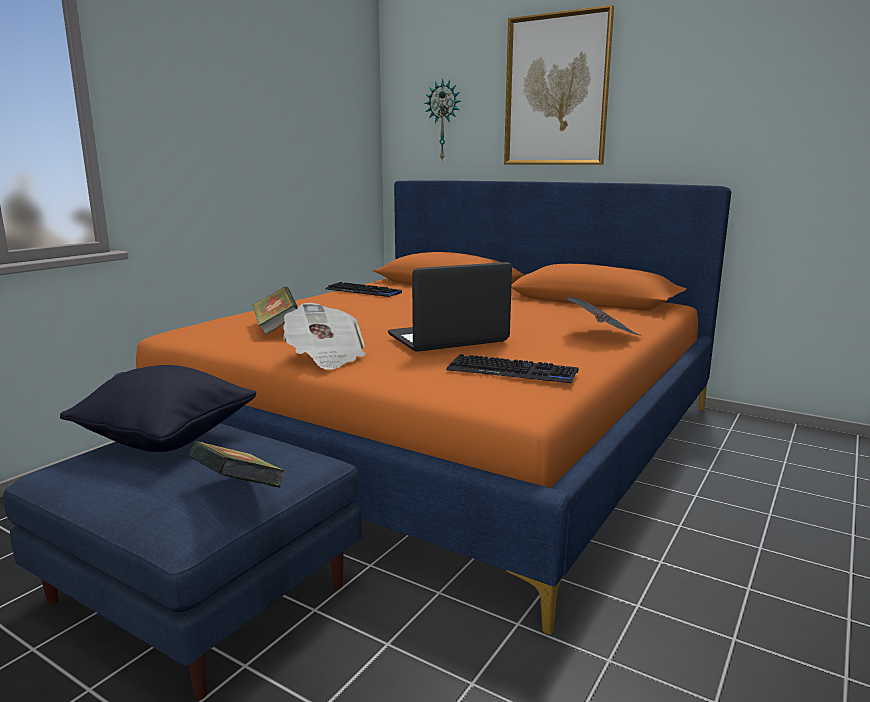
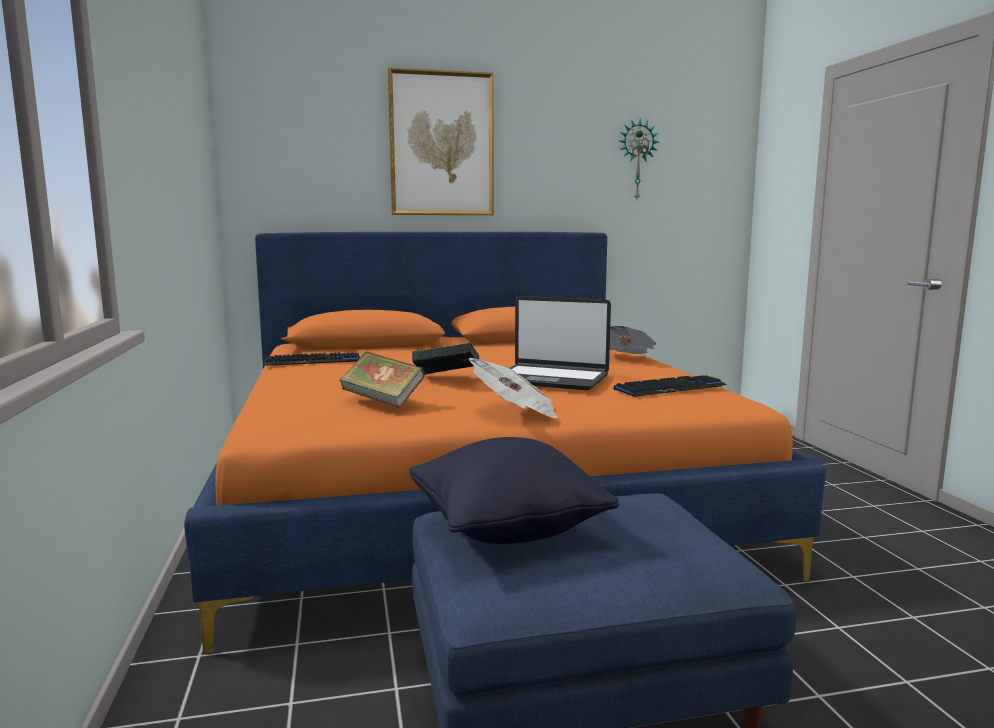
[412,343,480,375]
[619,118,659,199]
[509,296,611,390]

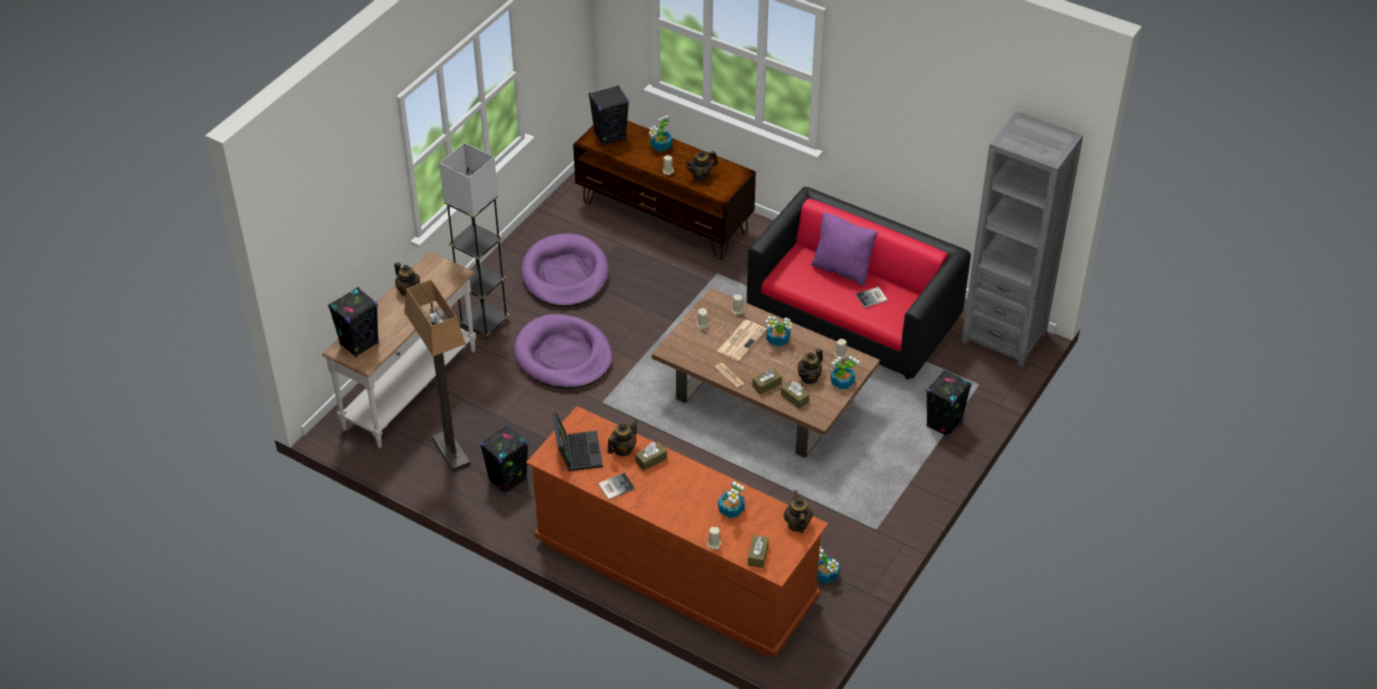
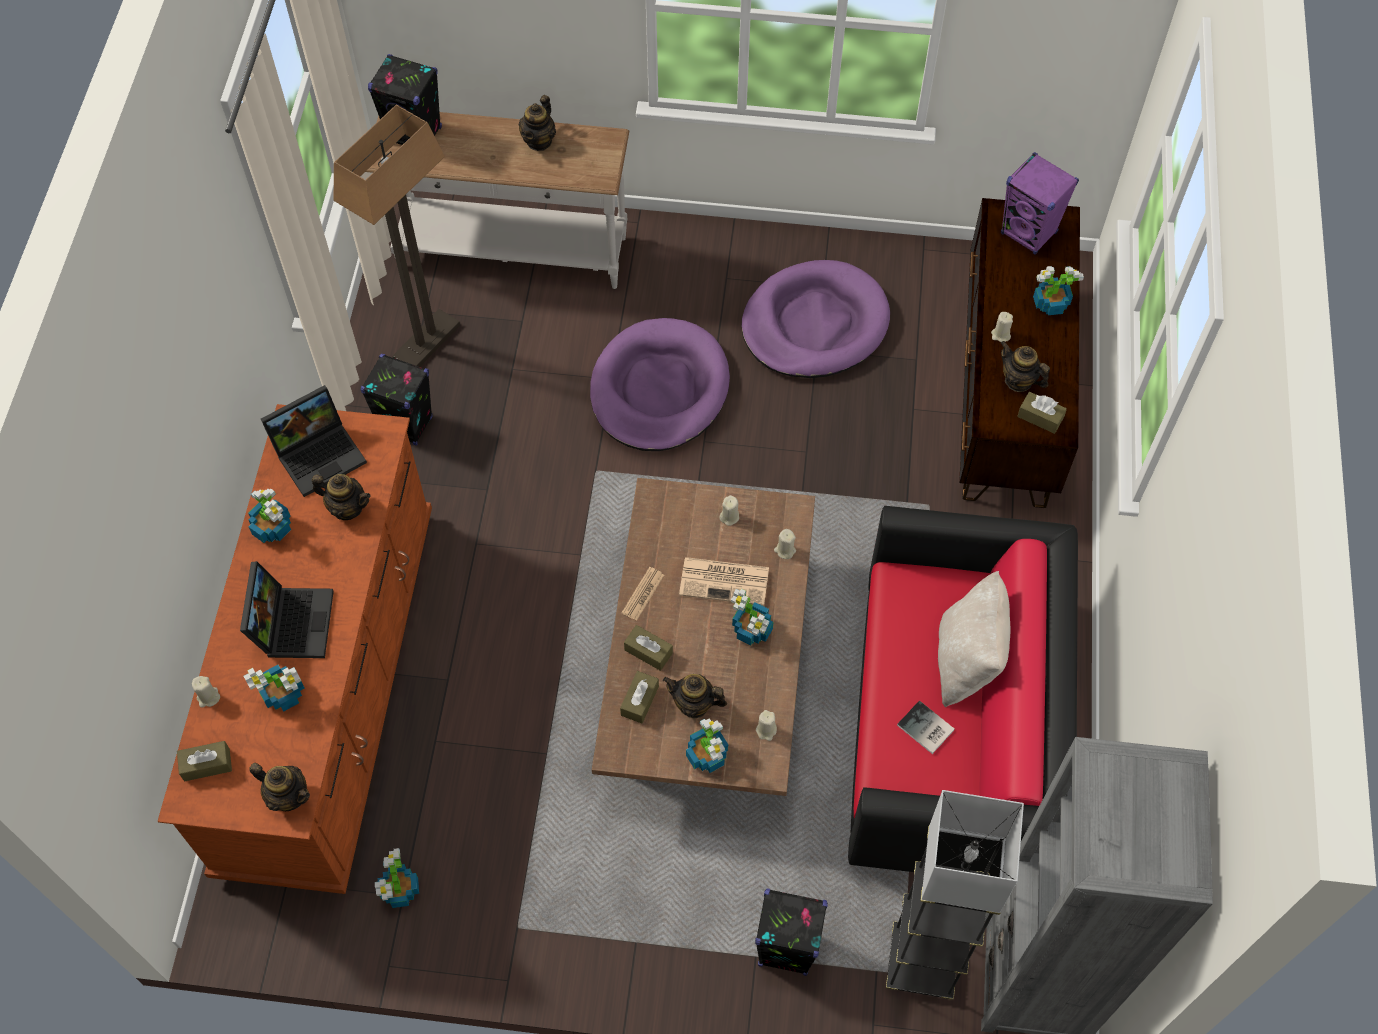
[240,561,334,658]
[886,790,1024,1000]
[1017,392,1067,434]
[248,489,291,543]
[1001,152,1079,255]
[938,571,1010,707]
[249,763,310,811]

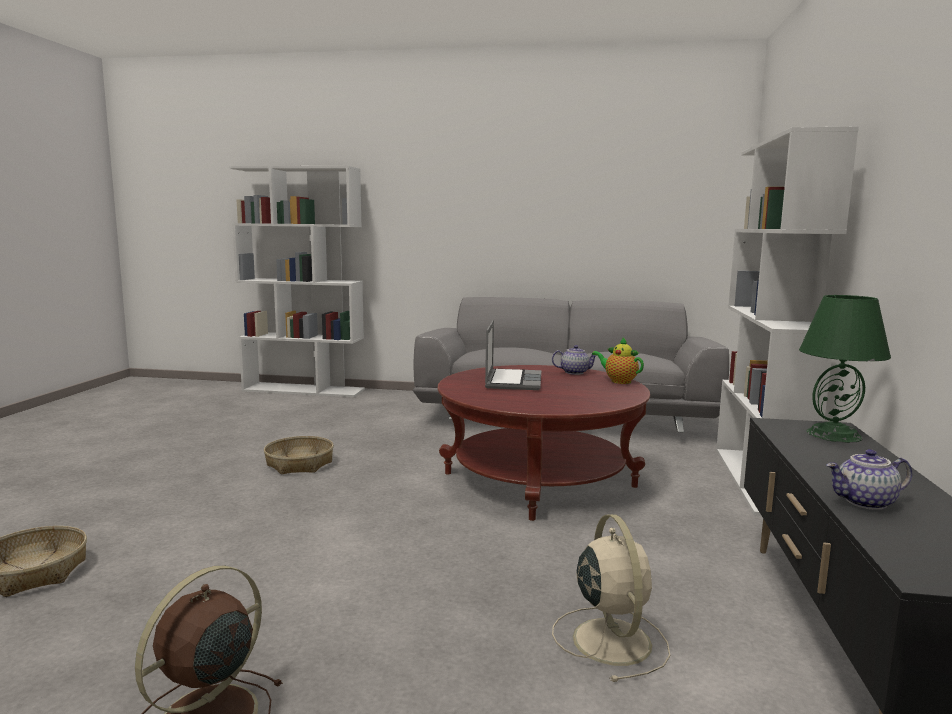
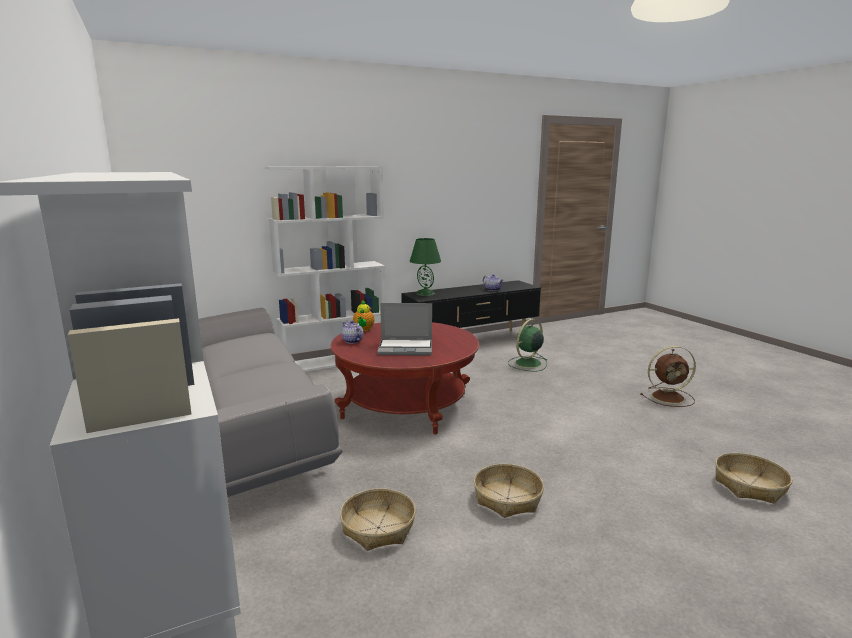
[340,488,416,551]
[508,319,547,372]
[377,303,432,356]

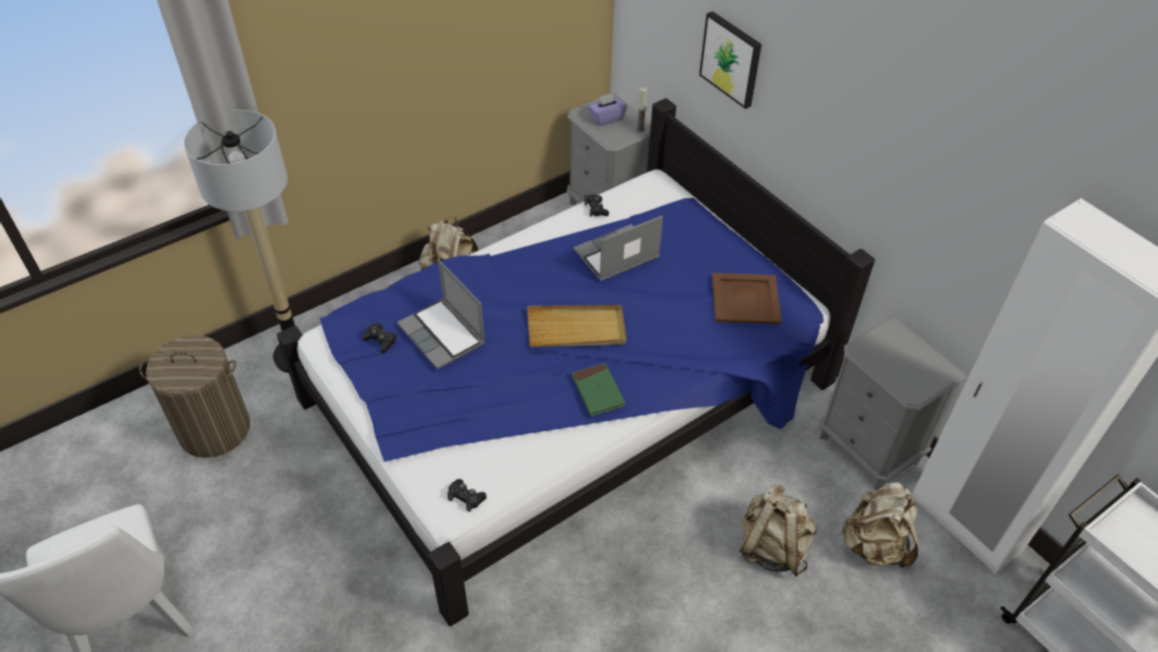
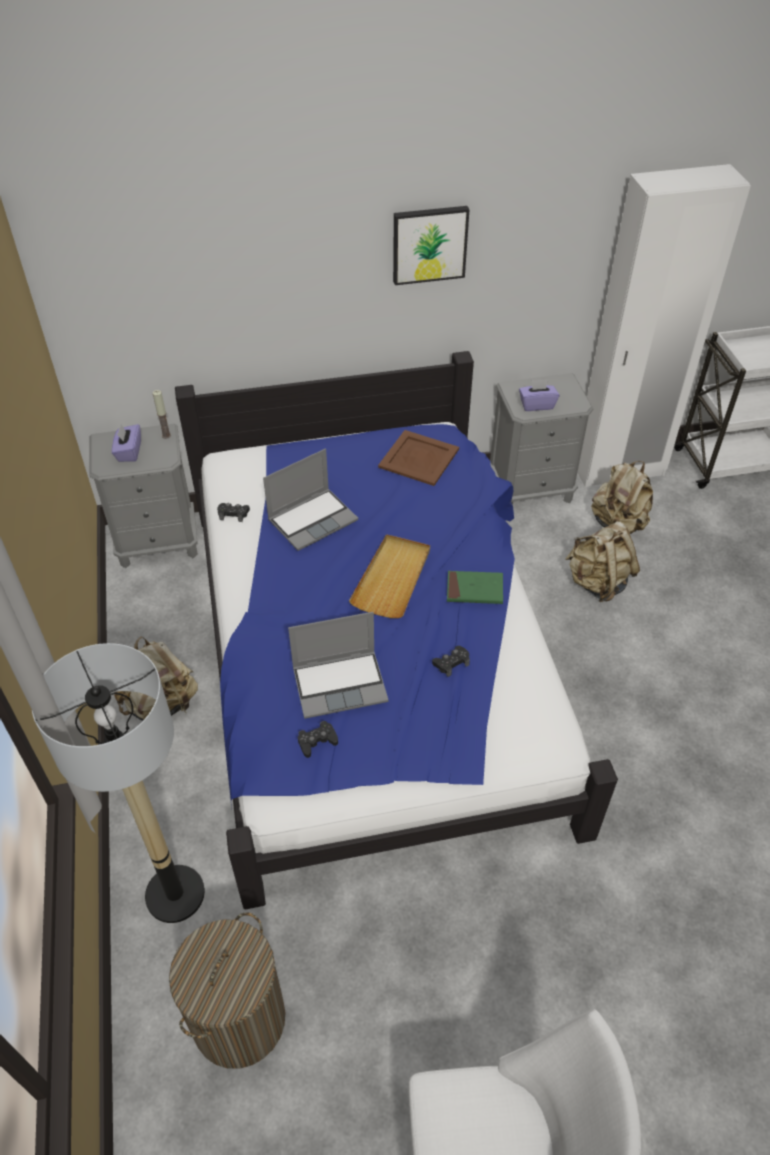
[519,379,559,411]
[432,646,470,677]
[393,206,470,285]
[263,449,358,551]

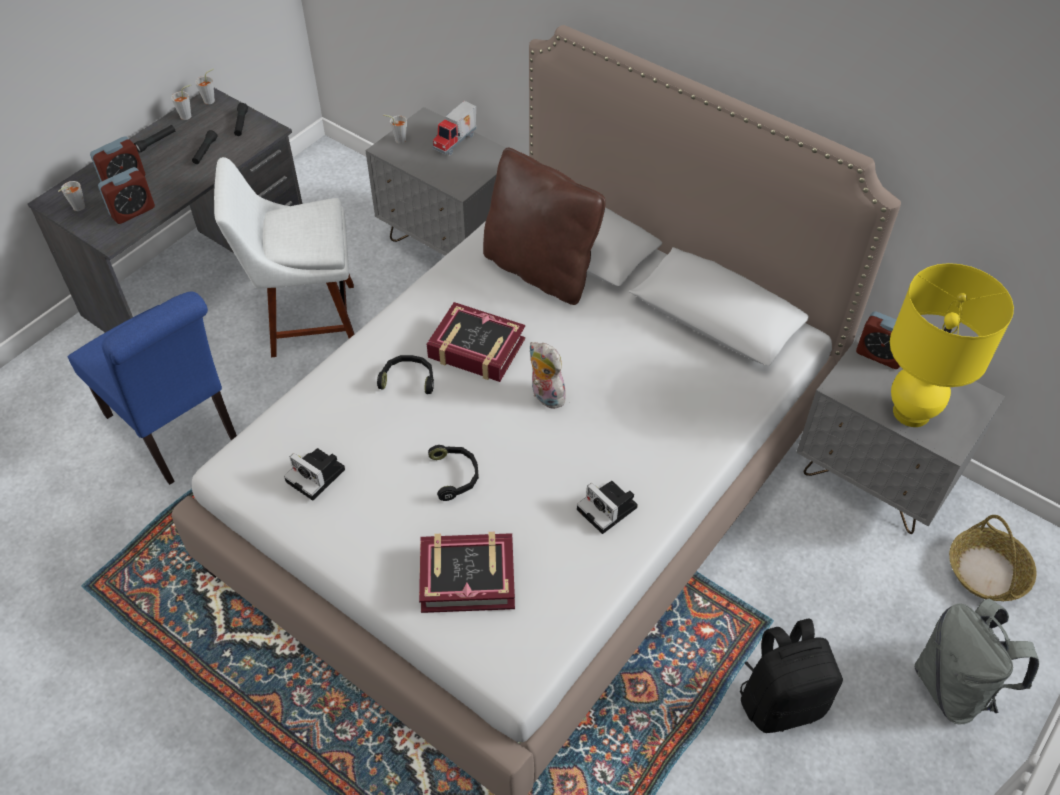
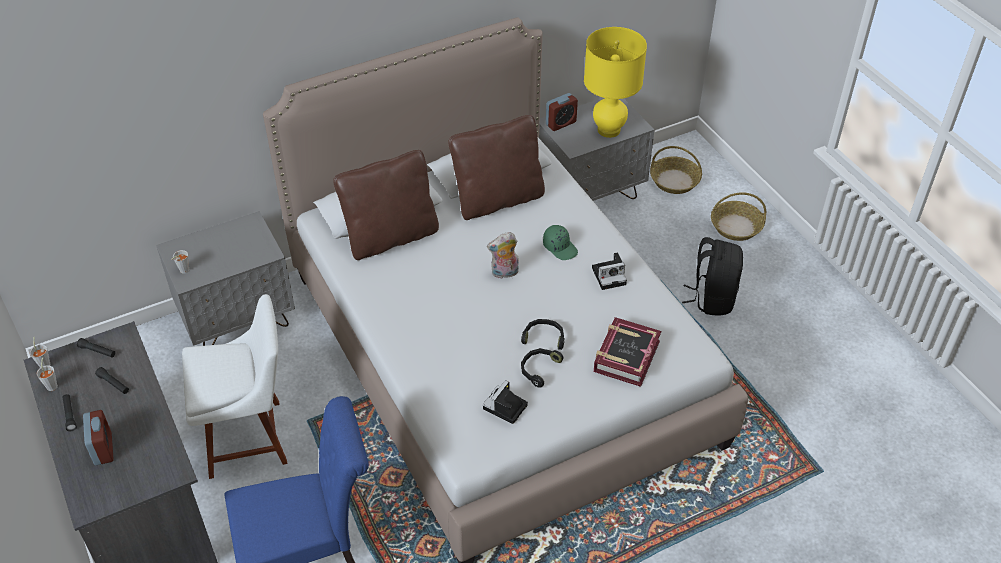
[58,181,85,211] (first image)
[98,167,155,224] (first image)
[427,302,525,382] (first image)
[433,101,477,155] (first image)
[449,115,545,220]
[543,225,578,260]
[521,348,564,388]
[711,192,766,241]
[182,294,287,479]
[483,380,528,424]

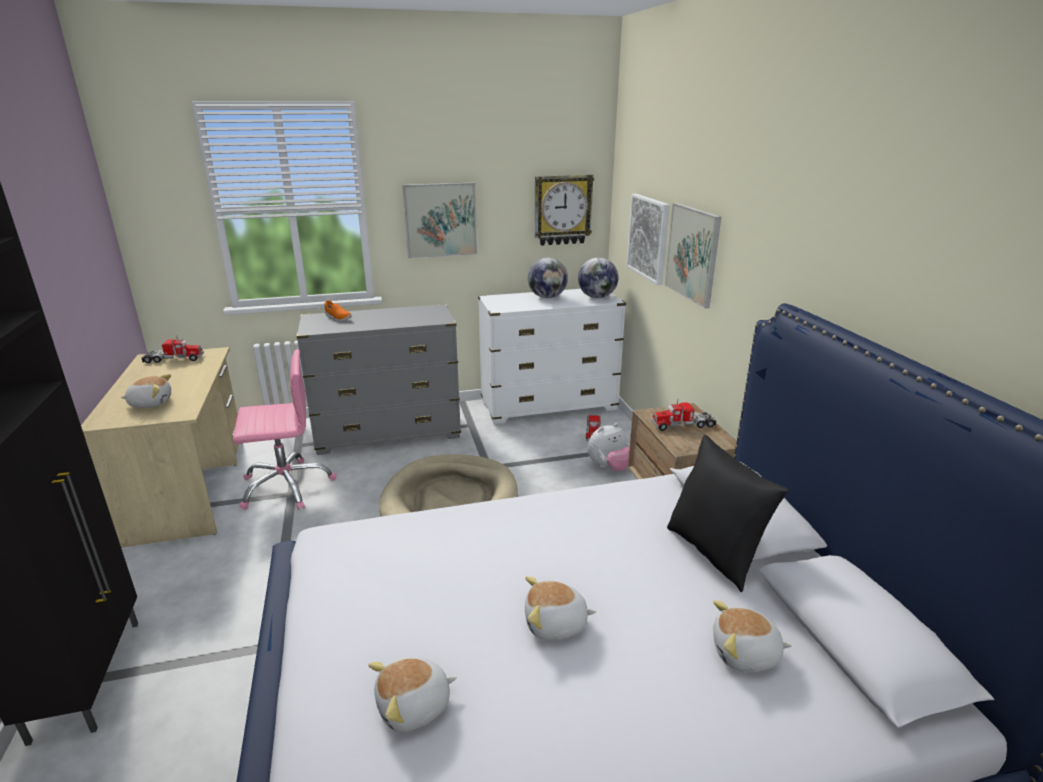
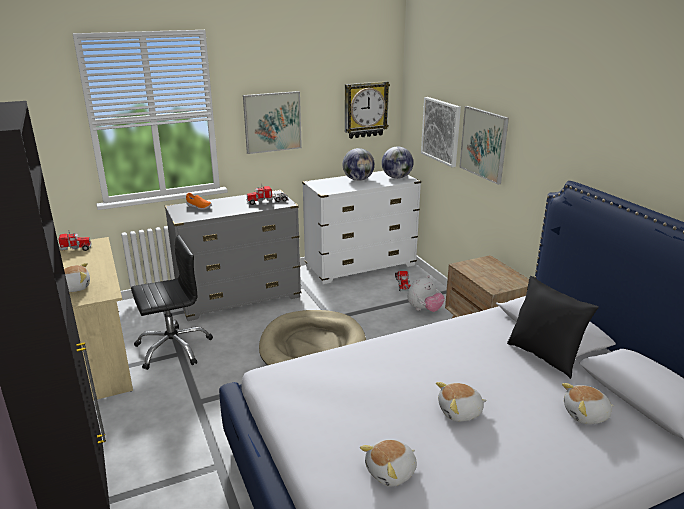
[246,184,288,205]
[131,235,213,370]

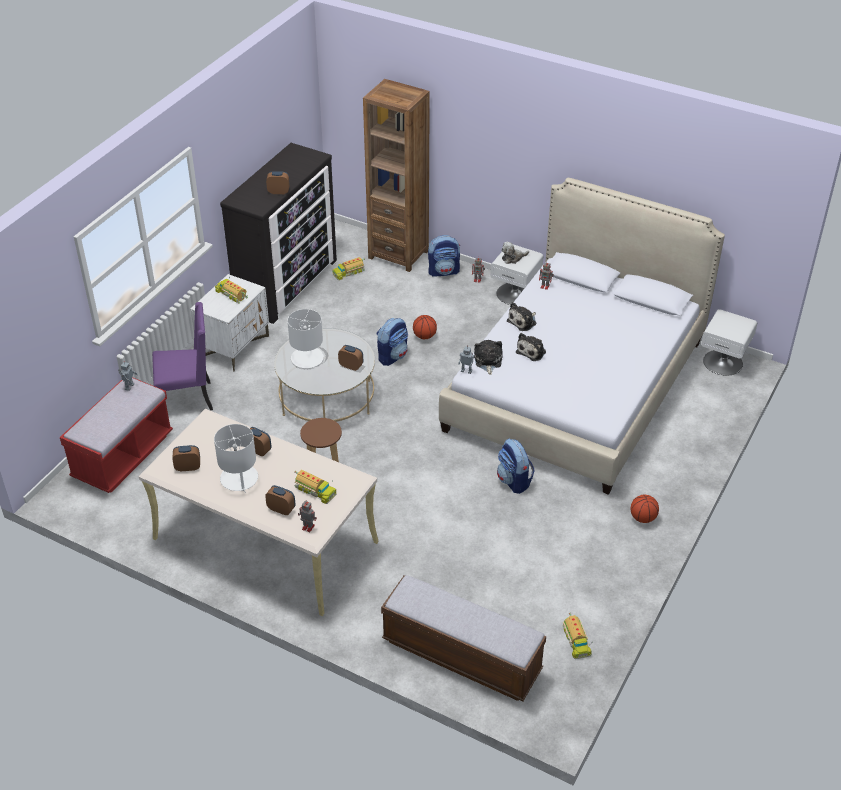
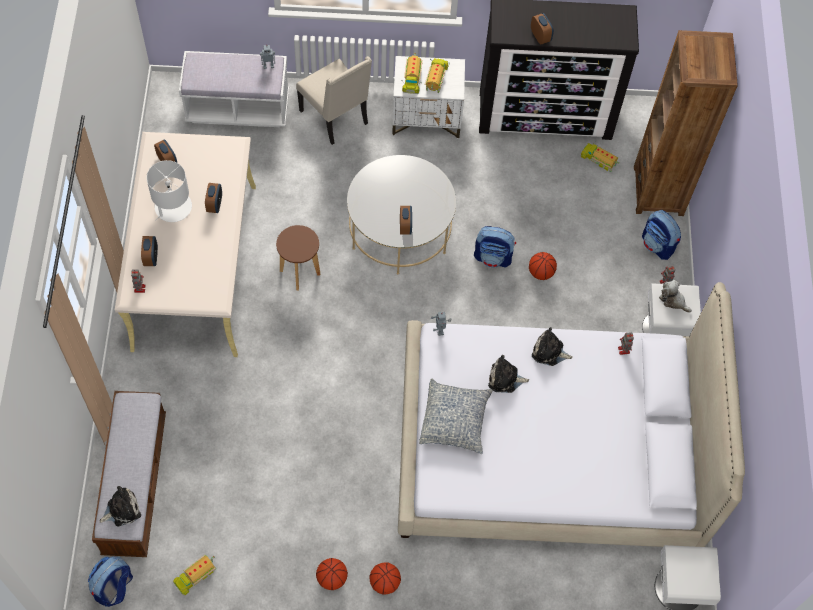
[287,309,324,368] (first image)
[316,558,348,590]
[419,379,493,454]
[401,53,423,94]
[99,486,141,526]
[88,557,133,607]
[179,51,289,127]
[296,56,372,145]

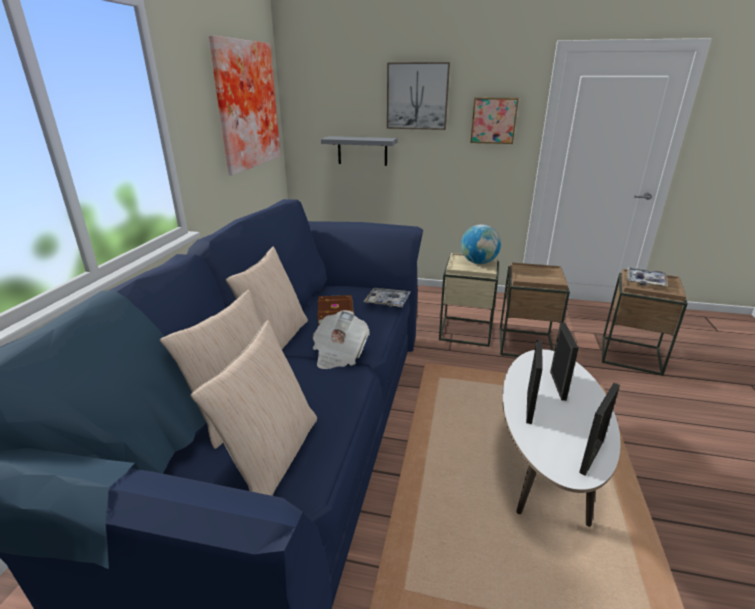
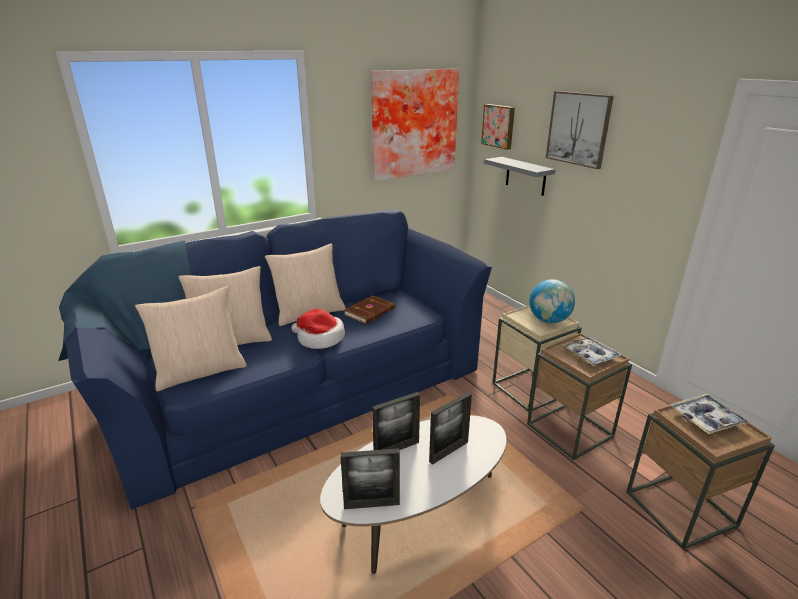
[562,336,622,366]
[481,104,515,150]
[291,309,345,349]

